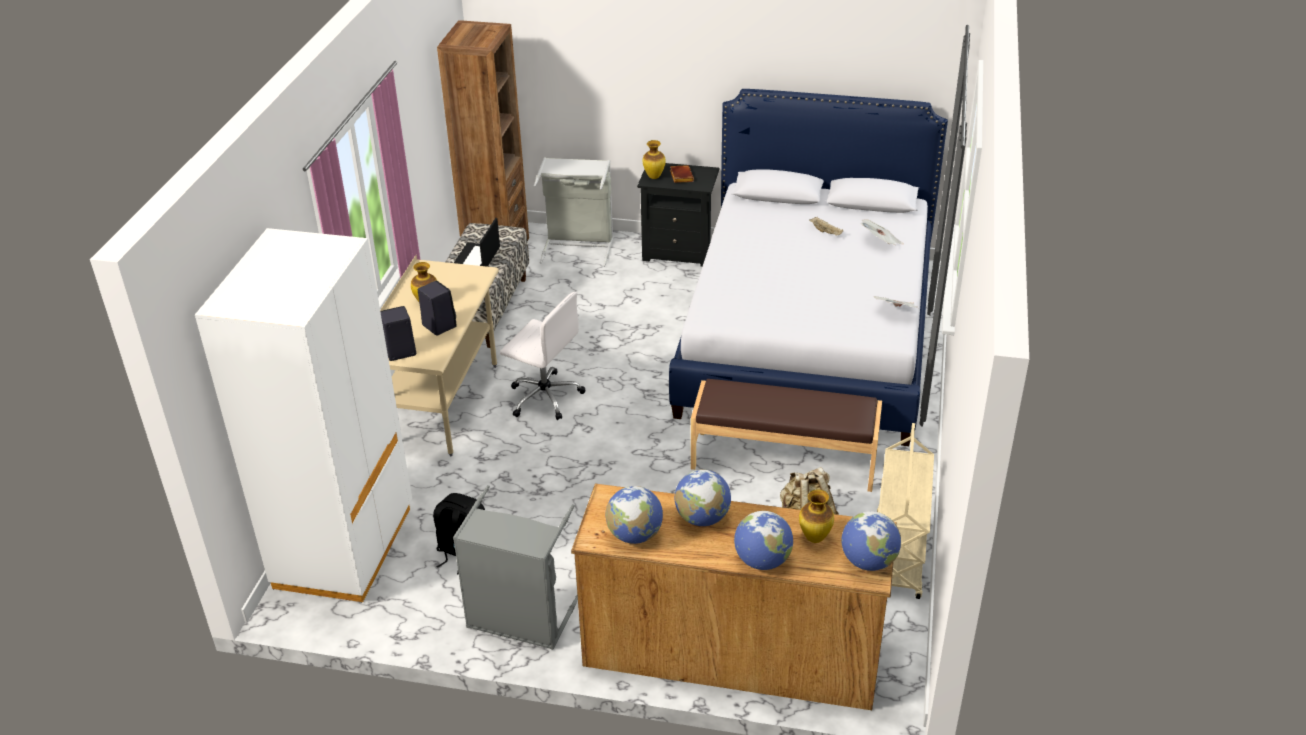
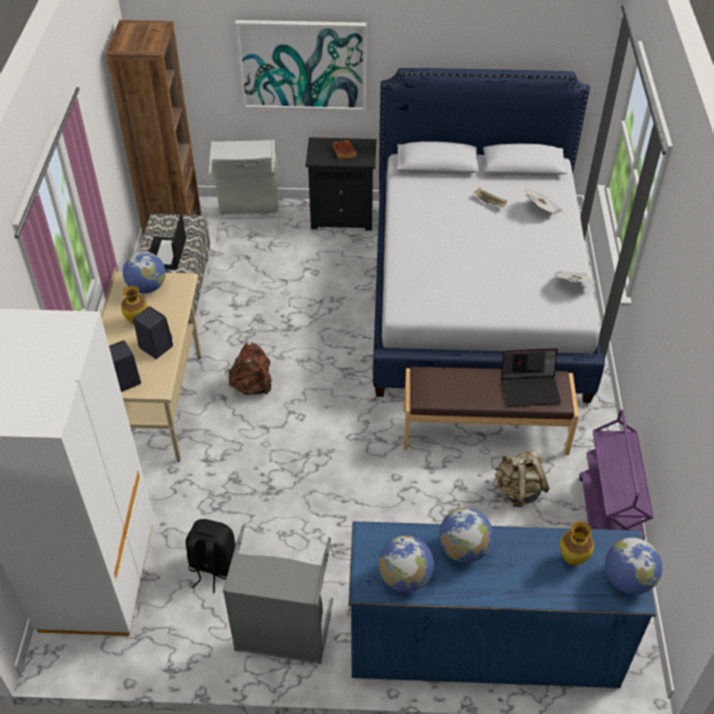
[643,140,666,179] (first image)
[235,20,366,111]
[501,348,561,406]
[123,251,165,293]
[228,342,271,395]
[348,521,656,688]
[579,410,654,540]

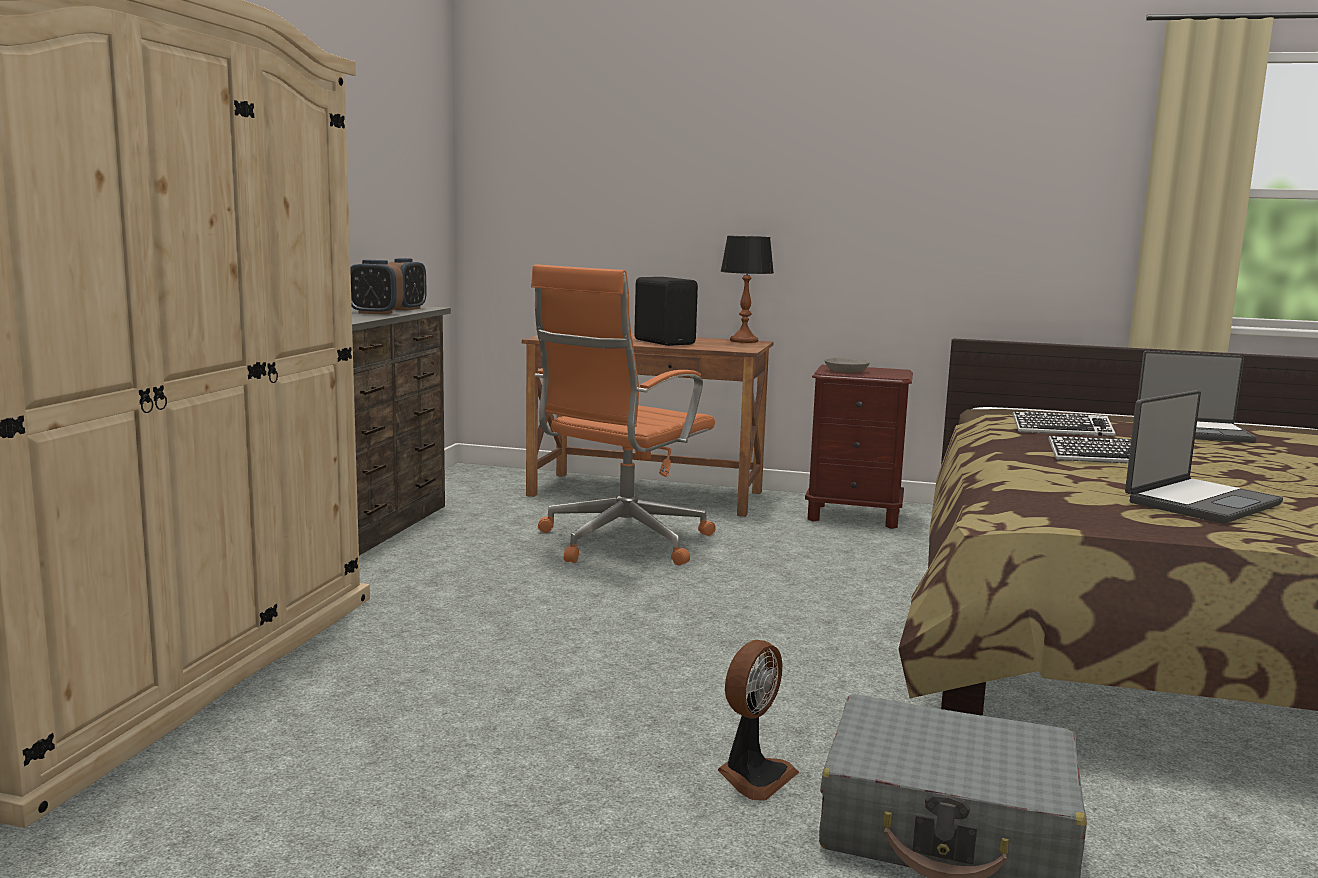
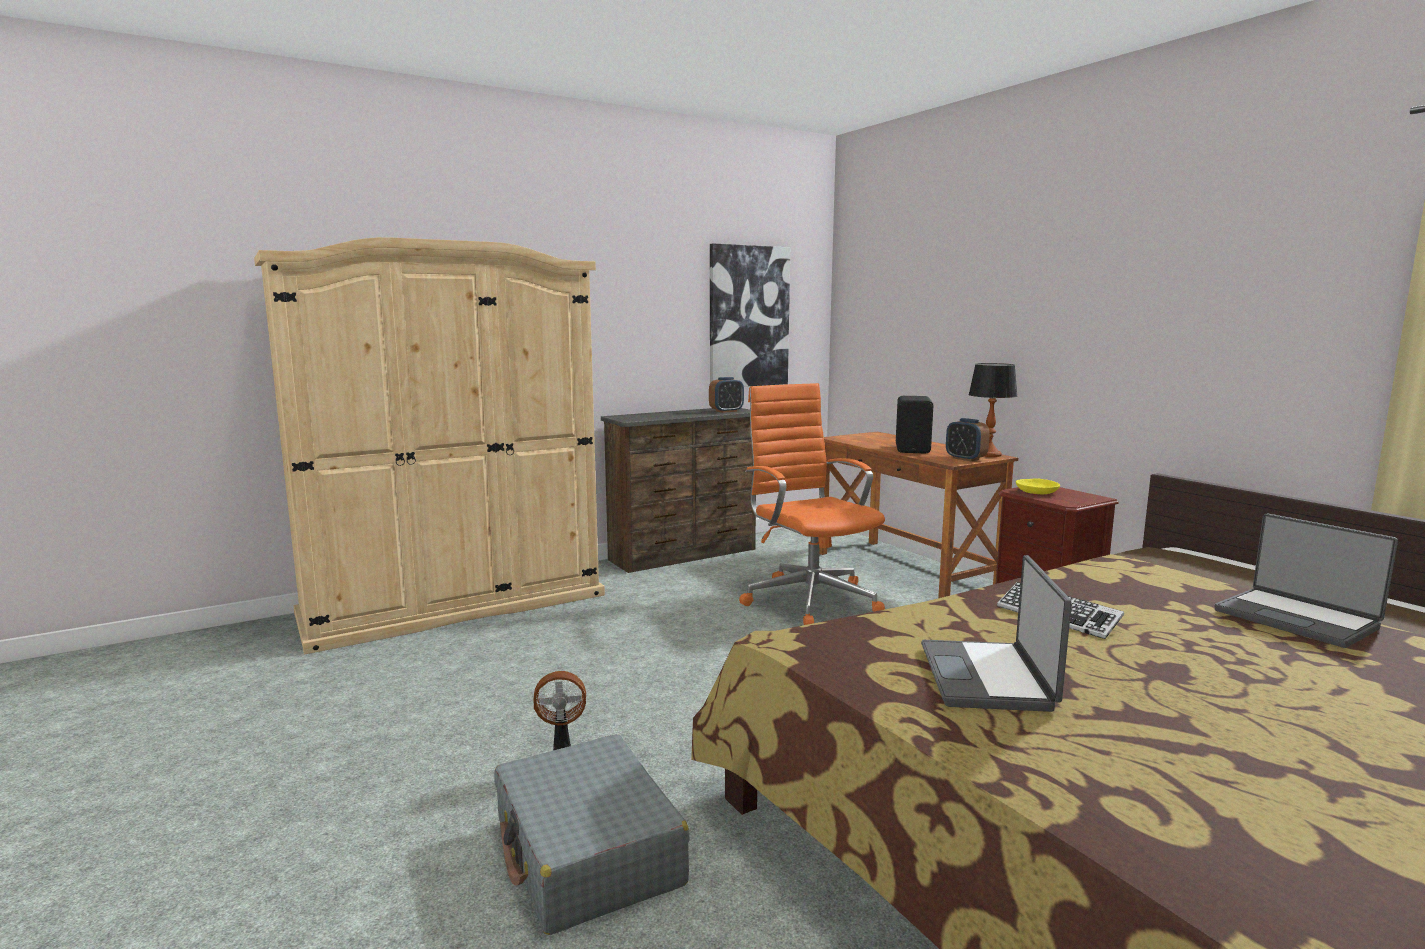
[1012,411,1116,436] (first image)
[710,243,790,387]
[946,418,990,461]
[1016,478,1060,494]
[739,383,885,625]
[921,555,1072,712]

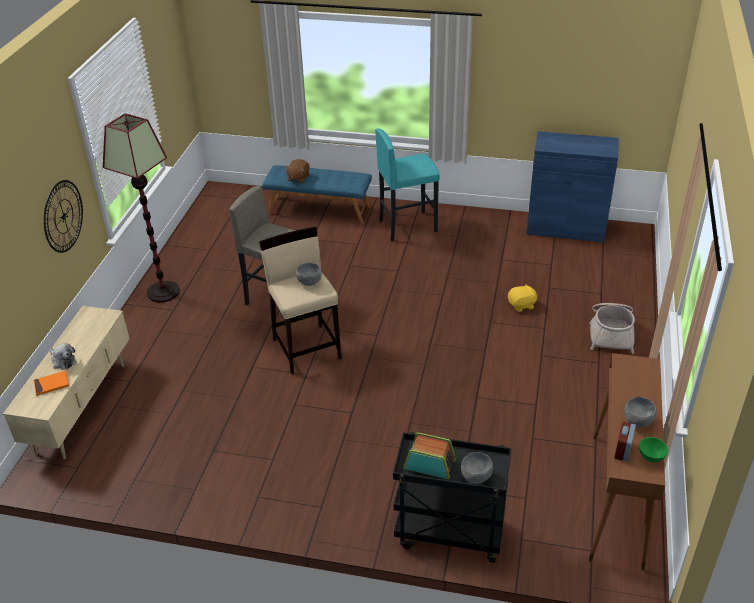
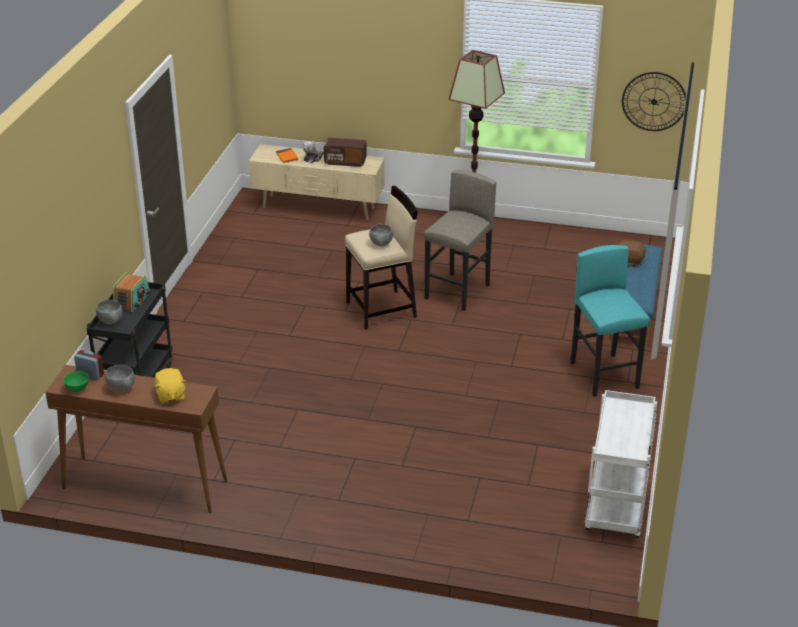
[589,303,635,354] (first image)
[324,138,367,167]
[622,72,686,131]
[154,368,186,404]
[585,390,657,538]

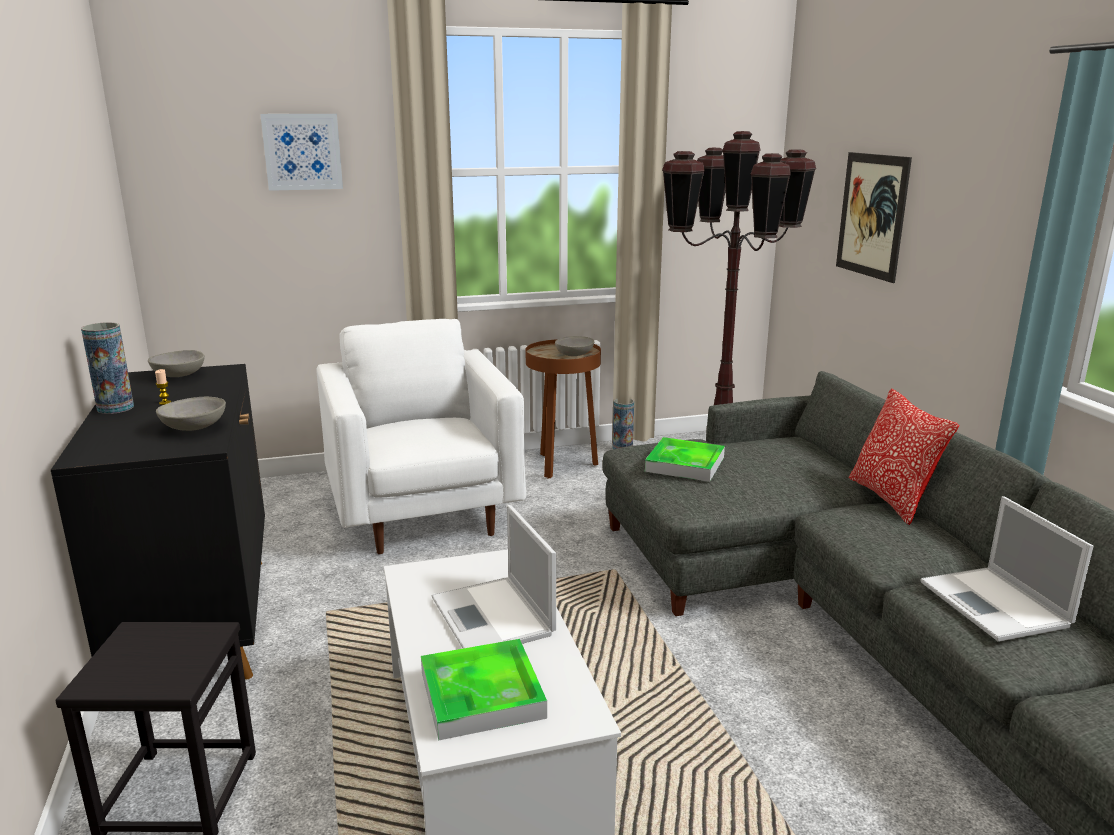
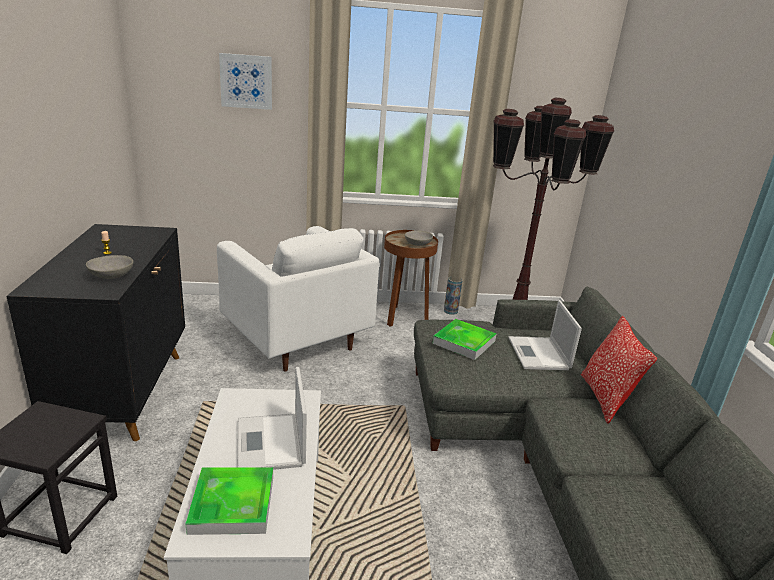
[81,322,134,414] (first image)
[148,350,205,377] (first image)
[836,152,912,283] (first image)
[508,300,582,370]
[217,226,379,371]

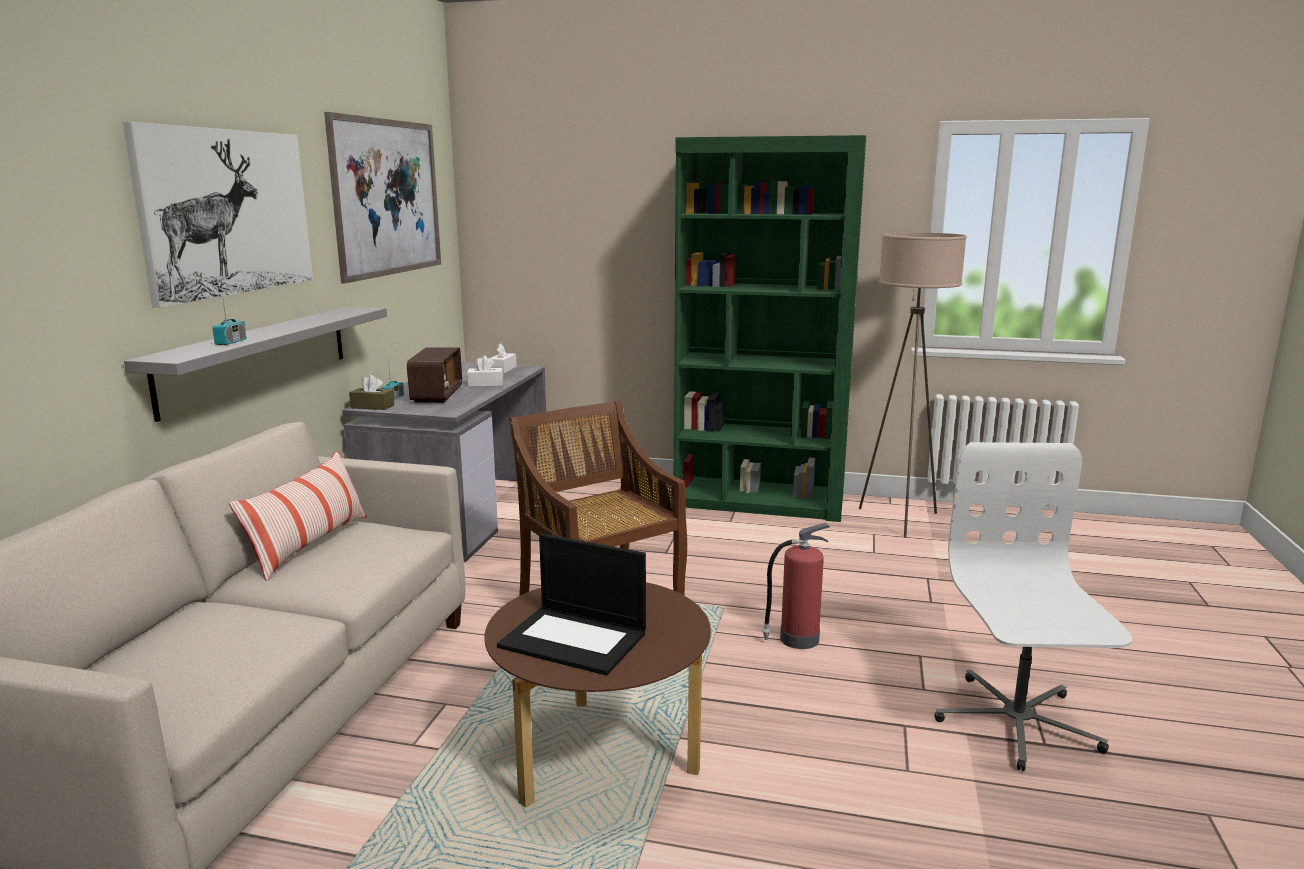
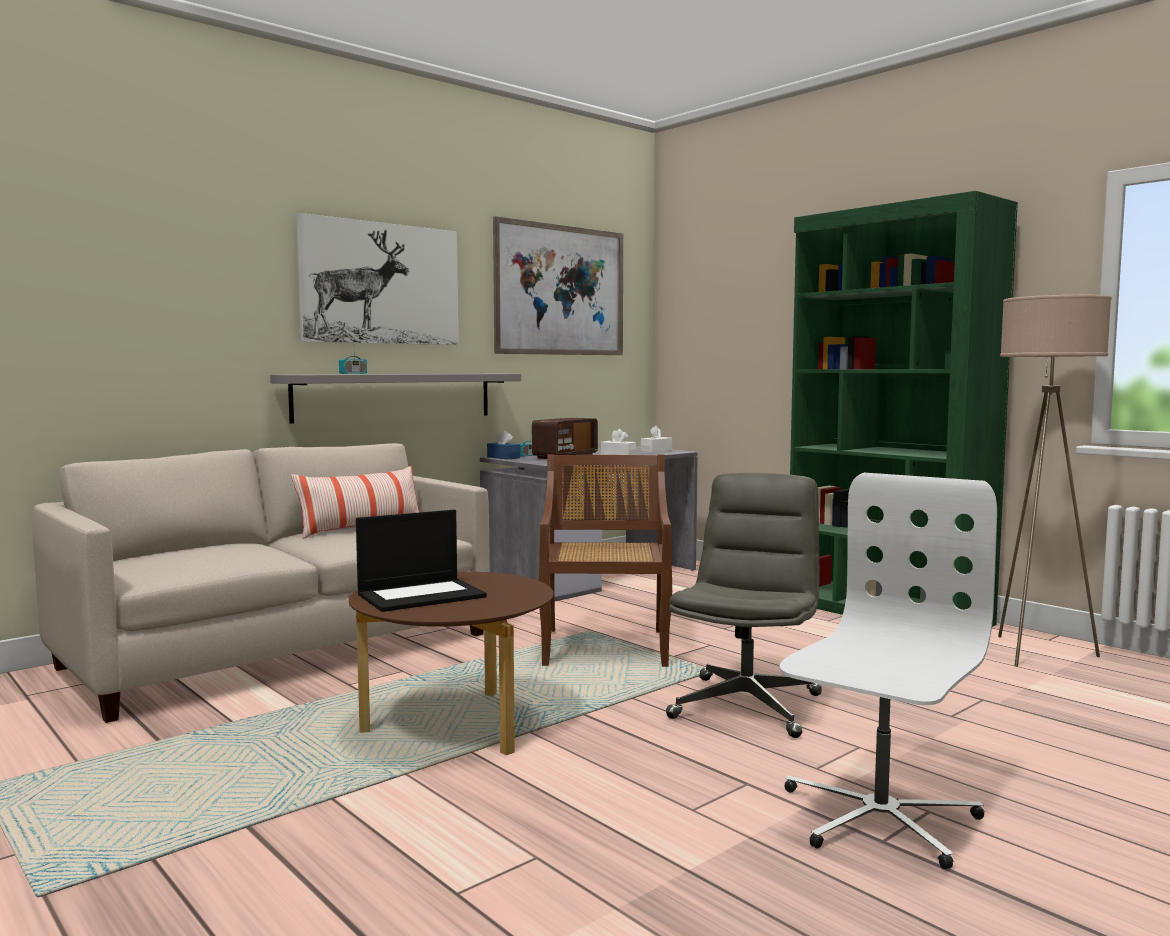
[666,473,822,738]
[487,430,520,459]
[356,510,487,612]

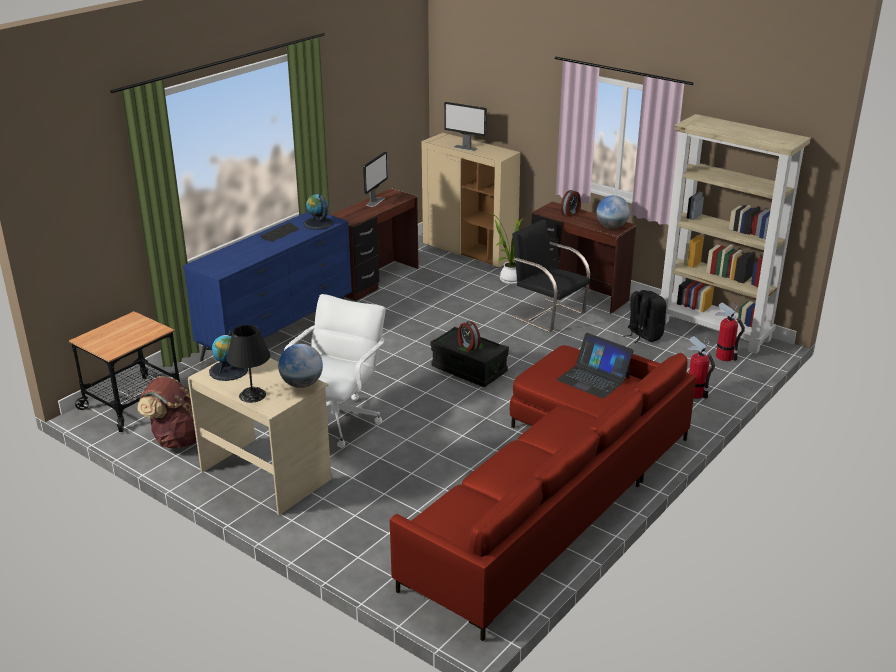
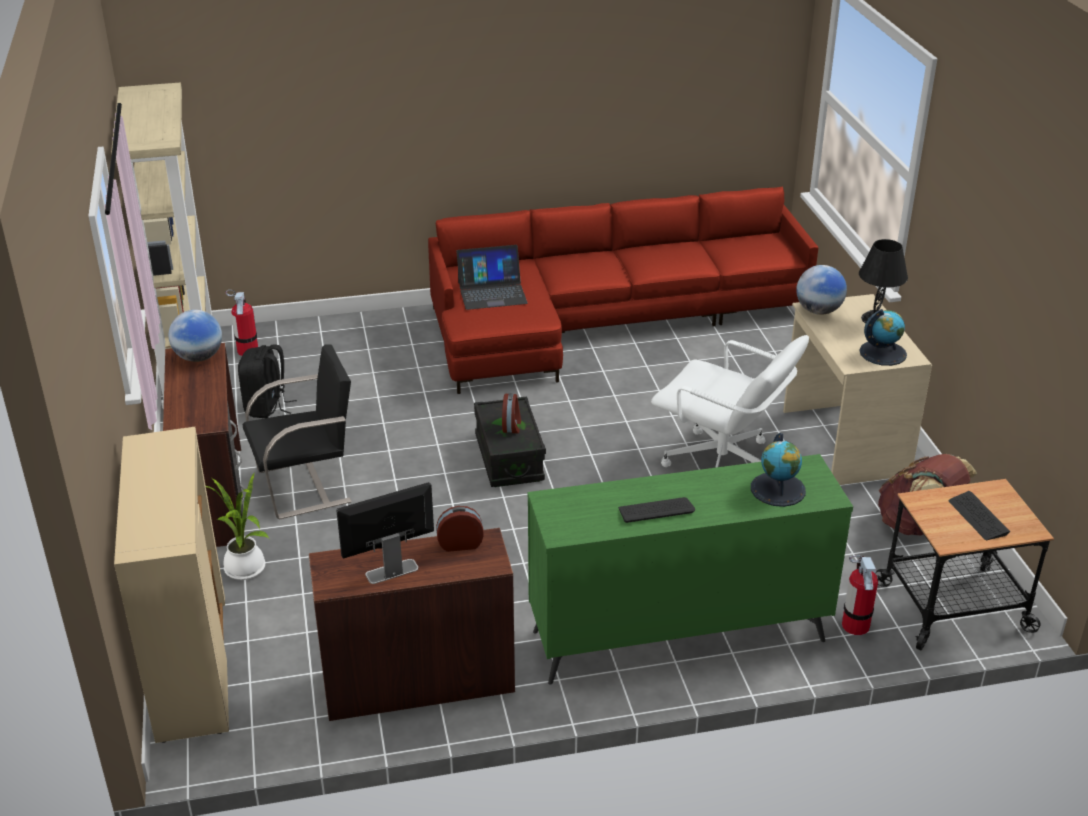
[444,102,487,151] (first image)
[949,491,1010,540]
[751,433,806,507]
[436,506,484,552]
[842,555,878,635]
[528,454,853,685]
[651,335,809,468]
[243,344,352,519]
[456,245,528,310]

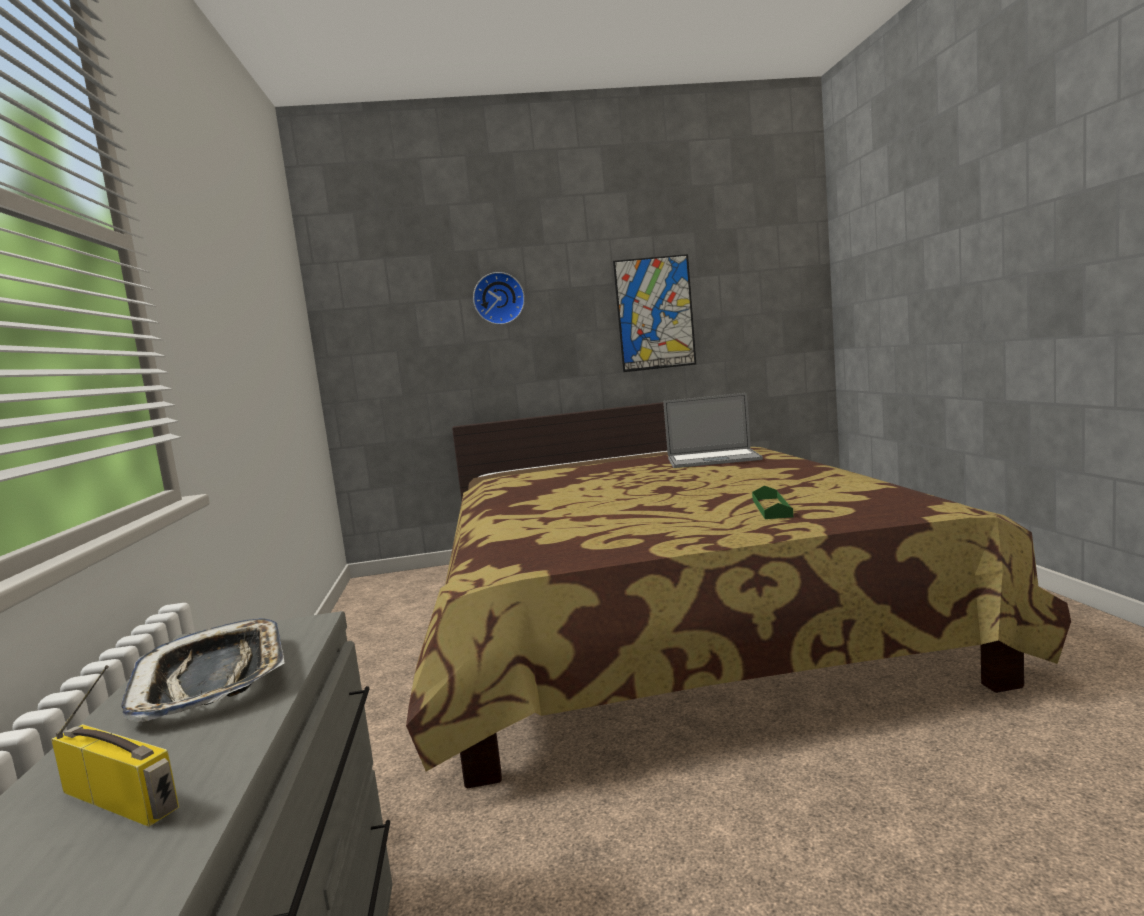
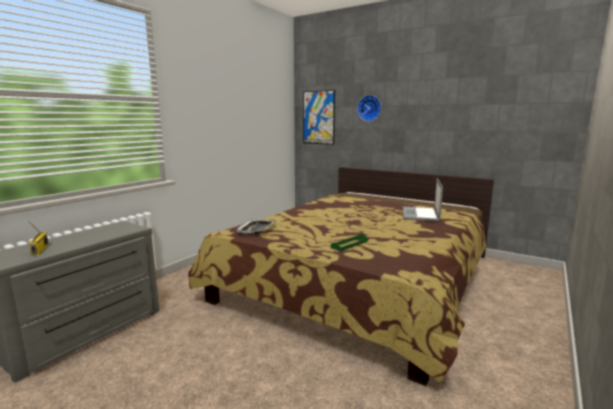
[236,219,276,234]
[303,90,335,145]
[403,178,443,221]

